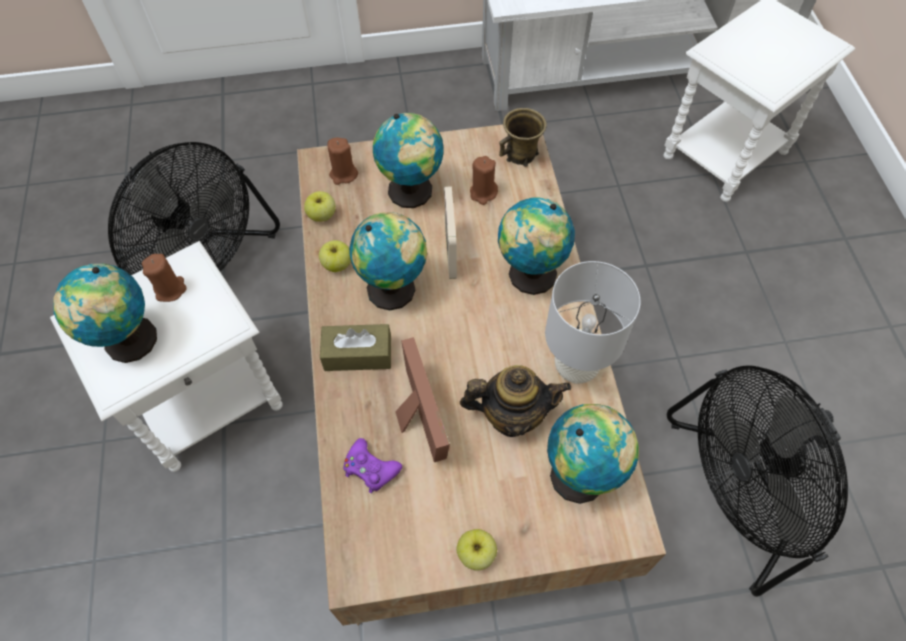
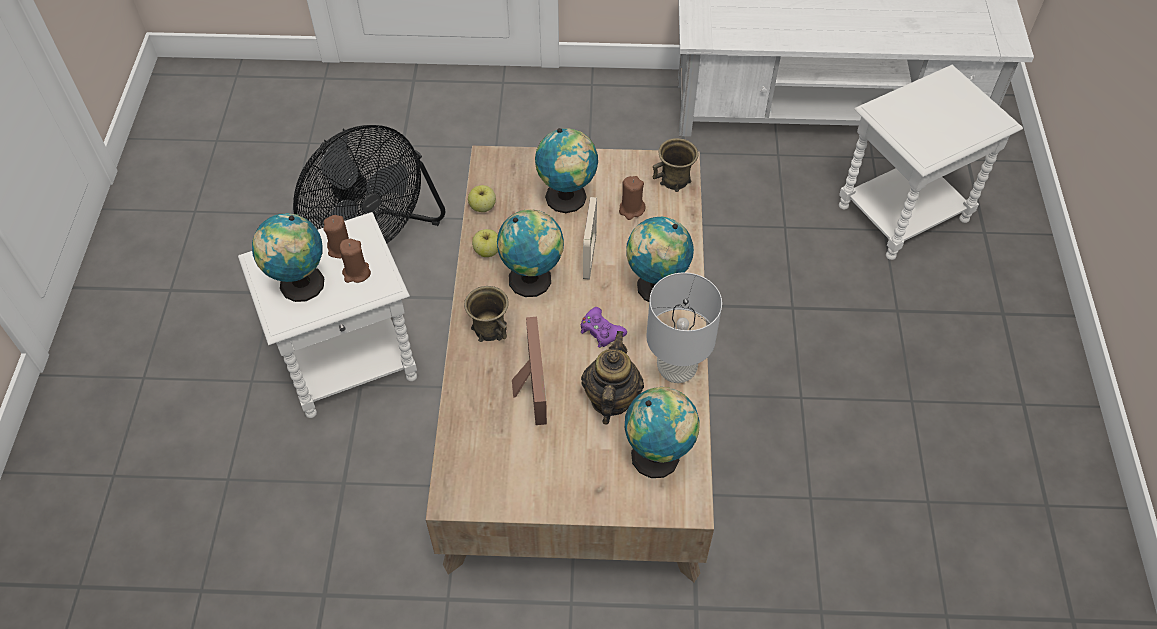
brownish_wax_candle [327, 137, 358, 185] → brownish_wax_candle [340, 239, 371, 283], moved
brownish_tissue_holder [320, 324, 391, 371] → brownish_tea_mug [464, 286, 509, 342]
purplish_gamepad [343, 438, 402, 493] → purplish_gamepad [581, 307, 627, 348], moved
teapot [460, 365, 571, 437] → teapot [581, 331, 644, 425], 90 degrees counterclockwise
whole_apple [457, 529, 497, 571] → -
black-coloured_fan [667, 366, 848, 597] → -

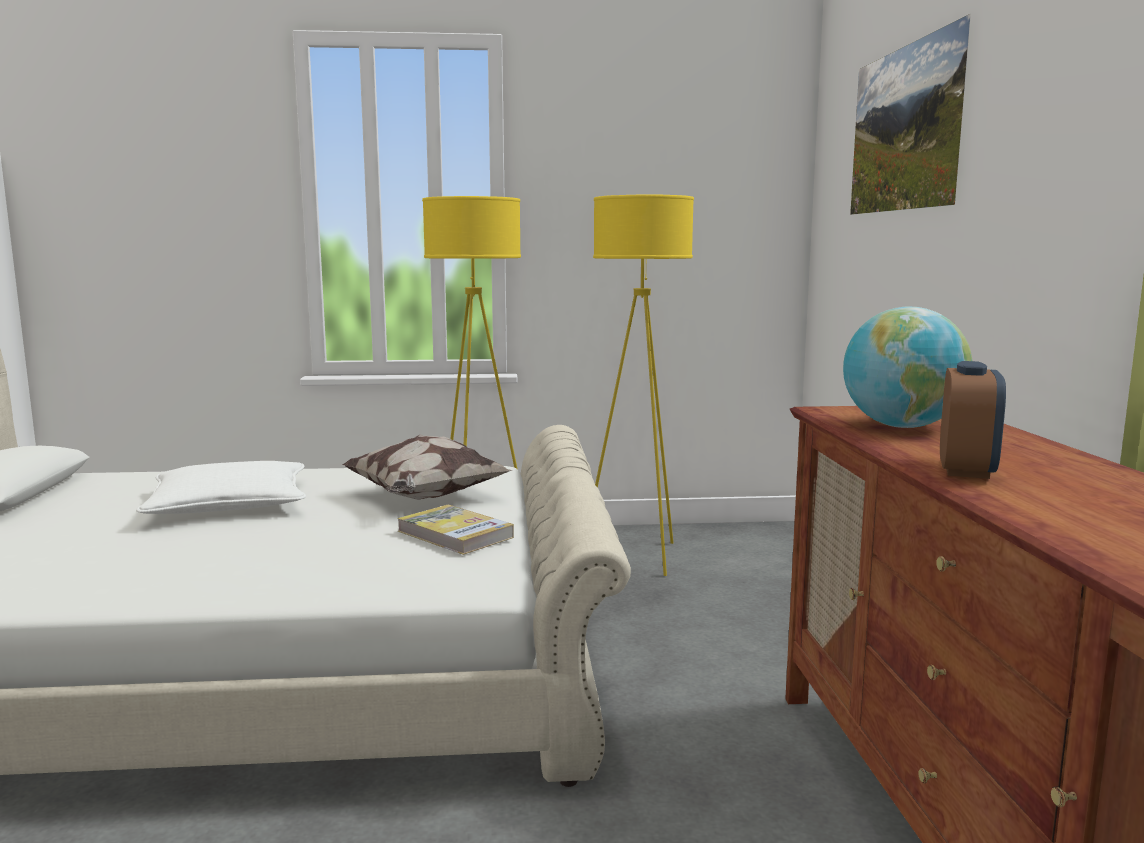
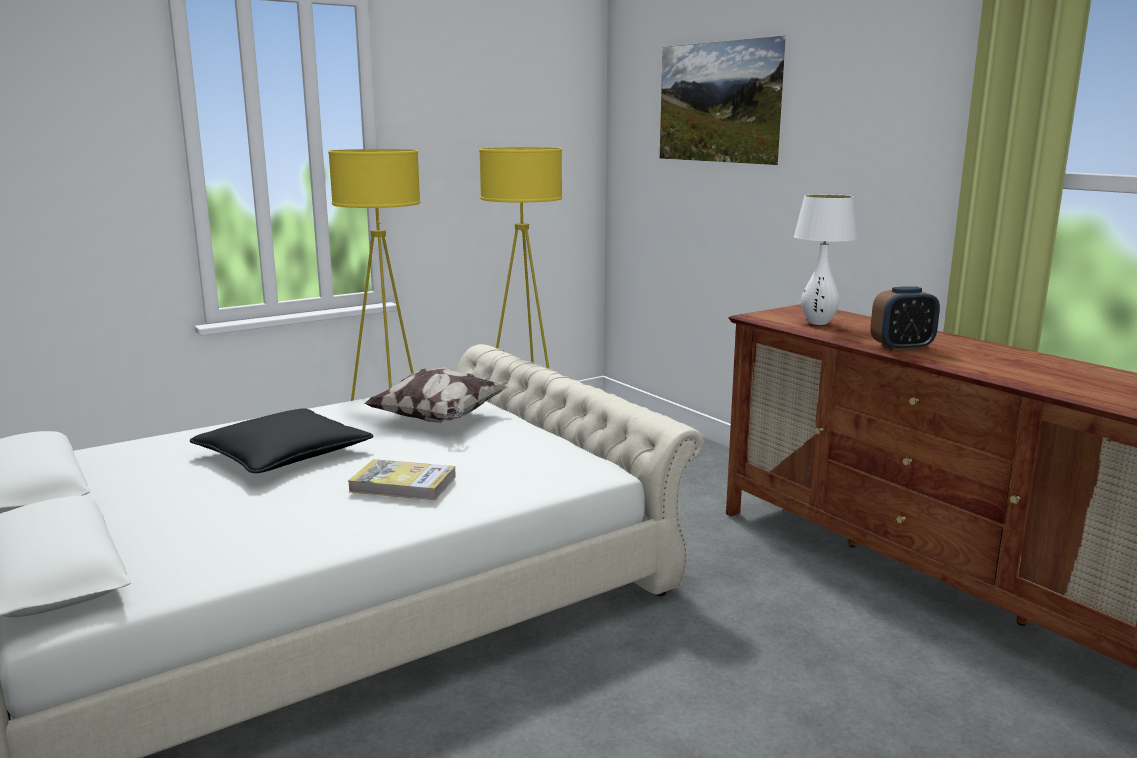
white-coloured_throw_pillow [136, 461, 306, 514] → black-coloured_throw_pillow [190, 408, 373, 473]
book [397, 505, 514, 555] → book [348, 459, 456, 500], moved
desk_globe [843, 307, 972, 428] → white-coloured_table_lamp [794, 194, 857, 325]
alarm_clock [940, 361, 1006, 479] → alarm_clock [871, 286, 940, 351], 90 degrees clockwise

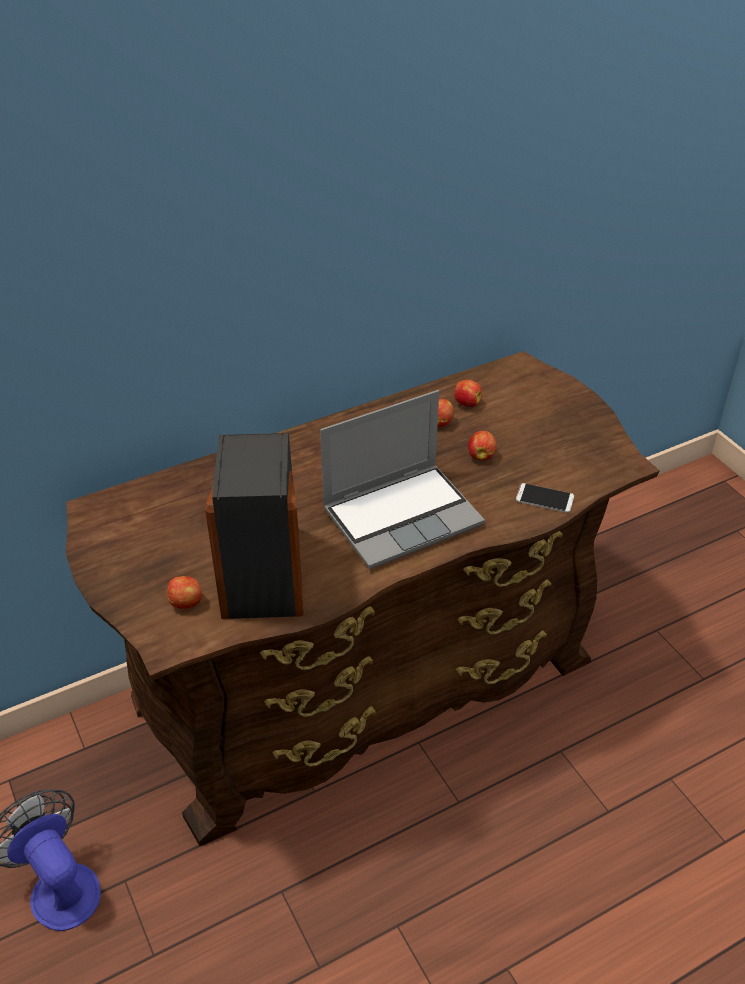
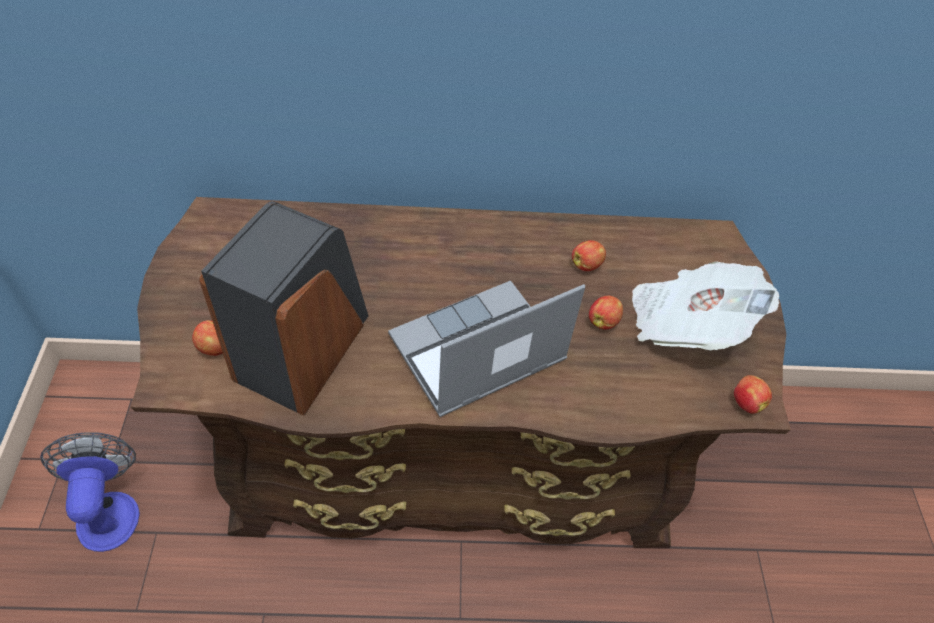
notebook_computer [320, 390, 485, 569] → notebook_computer [388, 280, 585, 417], 150 degrees clockwise
- → printed_paper [632, 262, 779, 350]
whole_apple [455, 380, 482, 407] → whole_apple [734, 375, 772, 414], moved
handset [516, 483, 574, 513] → -

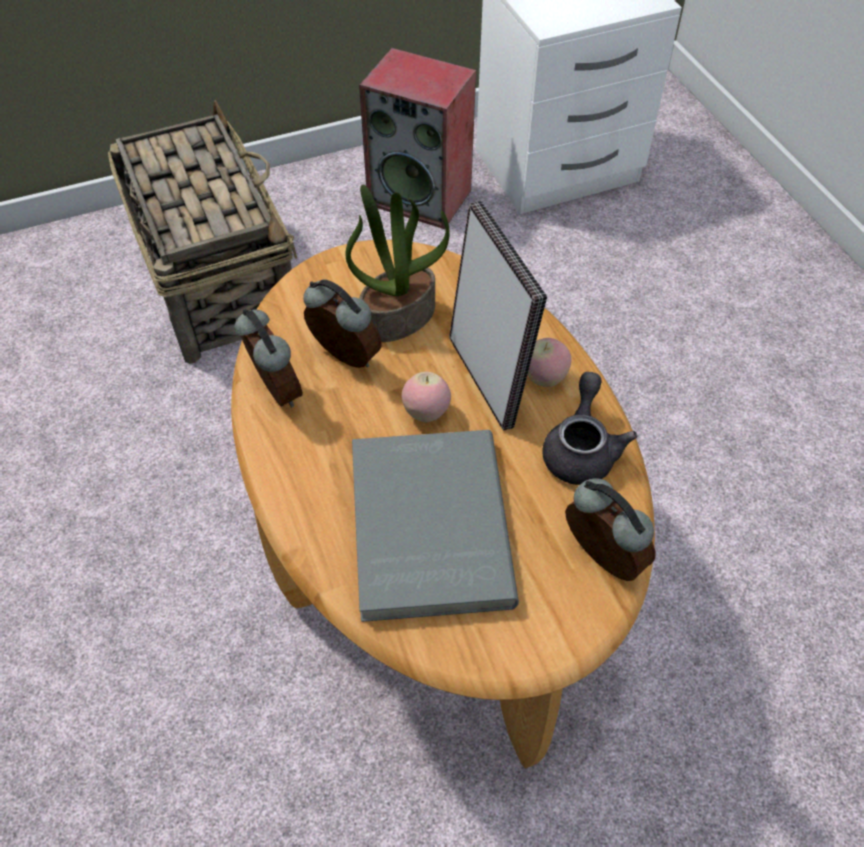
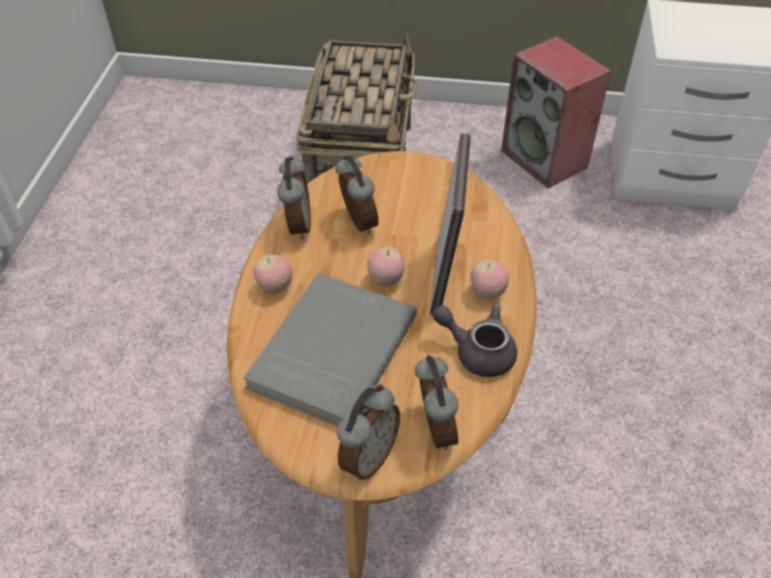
- → whole_apple [253, 255, 292, 294]
- → alarm_clock [337, 384, 400, 480]
grey_teapot [542, 372, 638, 485] → grey_teapot [432, 303, 517, 377], 105 degrees counterclockwise
houseplant [345, 185, 450, 342] → -

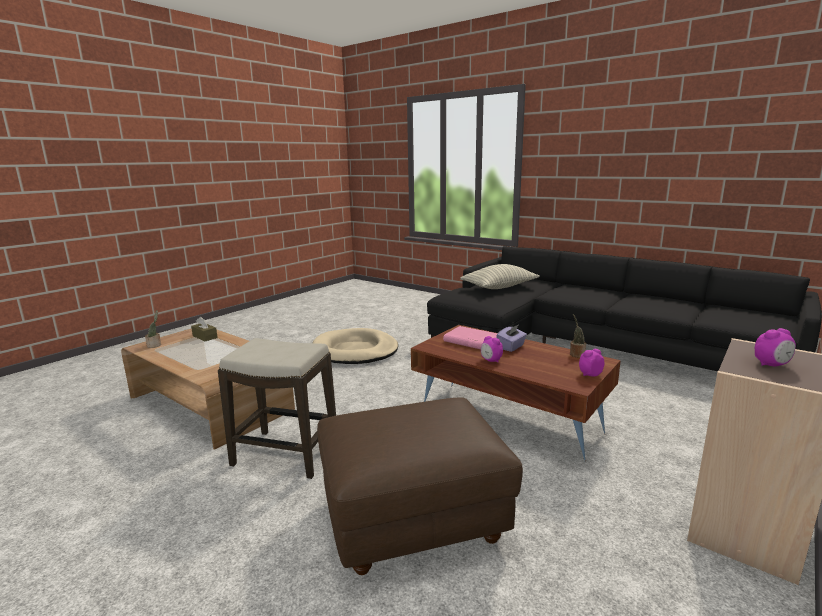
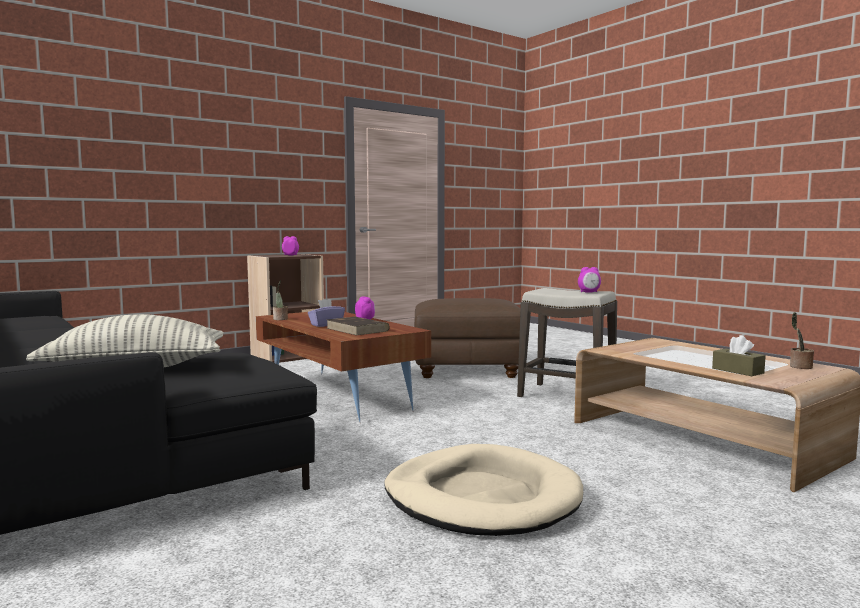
pink-coloured_book [443, 326, 498, 349] → brownish_book [327, 317, 390, 335]
alarm_clock [579, 349, 604, 376] → alarm_clock [578, 267, 601, 293], moved

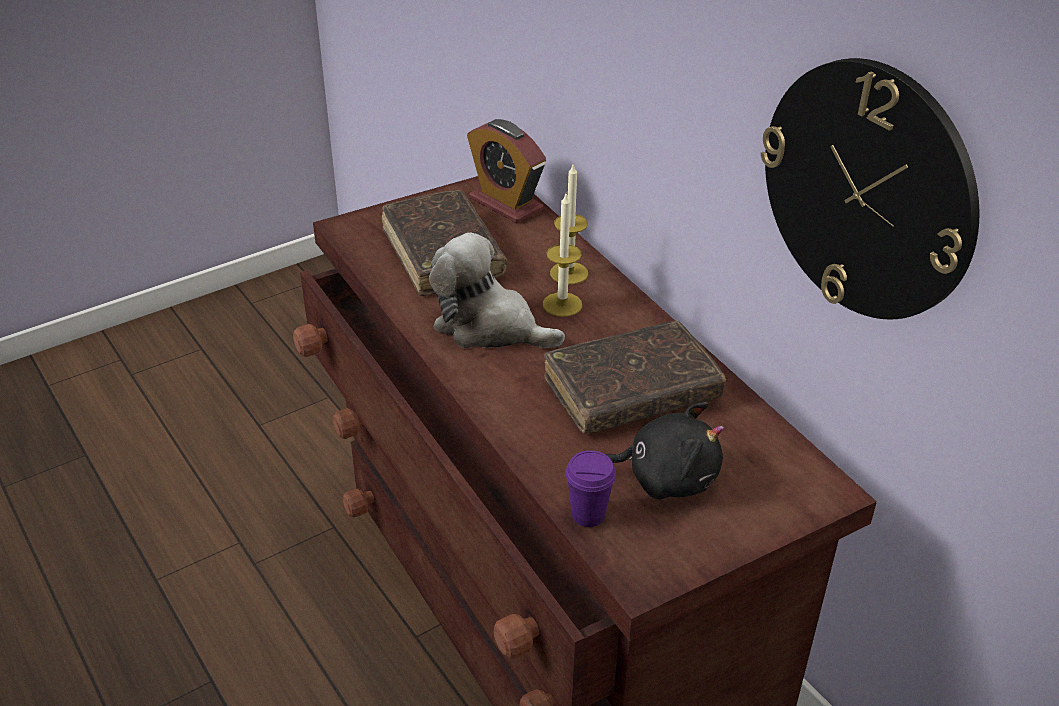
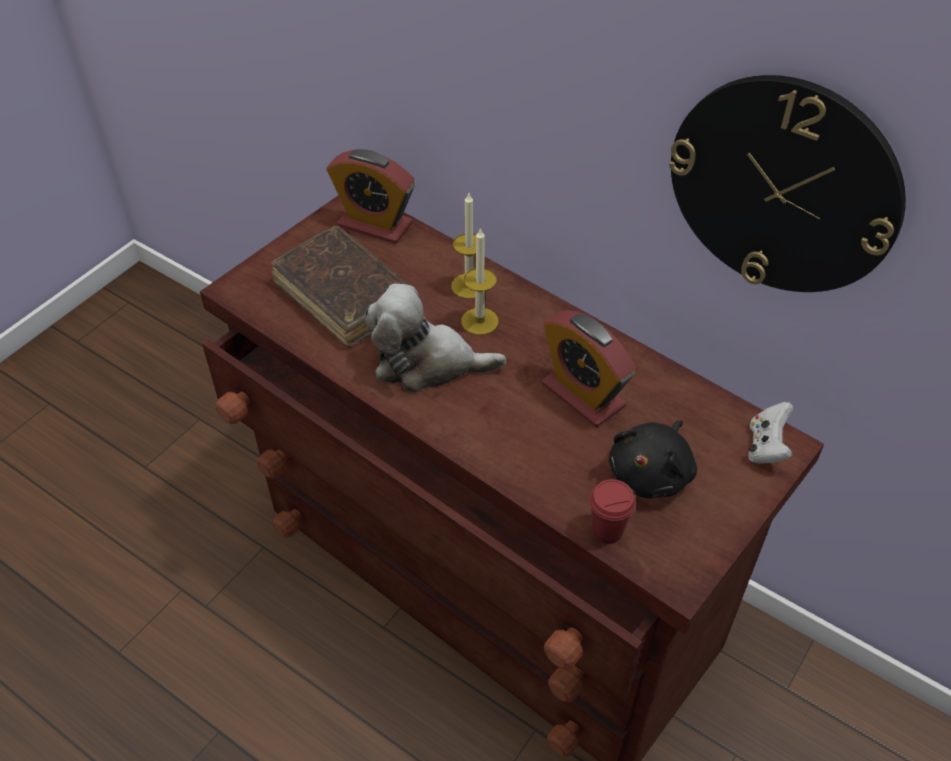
brownish_book [544, 321, 726, 434] → alarm_clock [542, 310, 636, 427]
purplish_drinking_cup [565, 450, 616, 527] → reddish_drinking_cup [590, 479, 636, 544]
black-coloured_plush_toy [605, 402, 724, 500] → black-coloured_plush_toy [609, 420, 697, 498], 135 degrees clockwise
- → white-coloured_gamepad [748, 402, 793, 464]

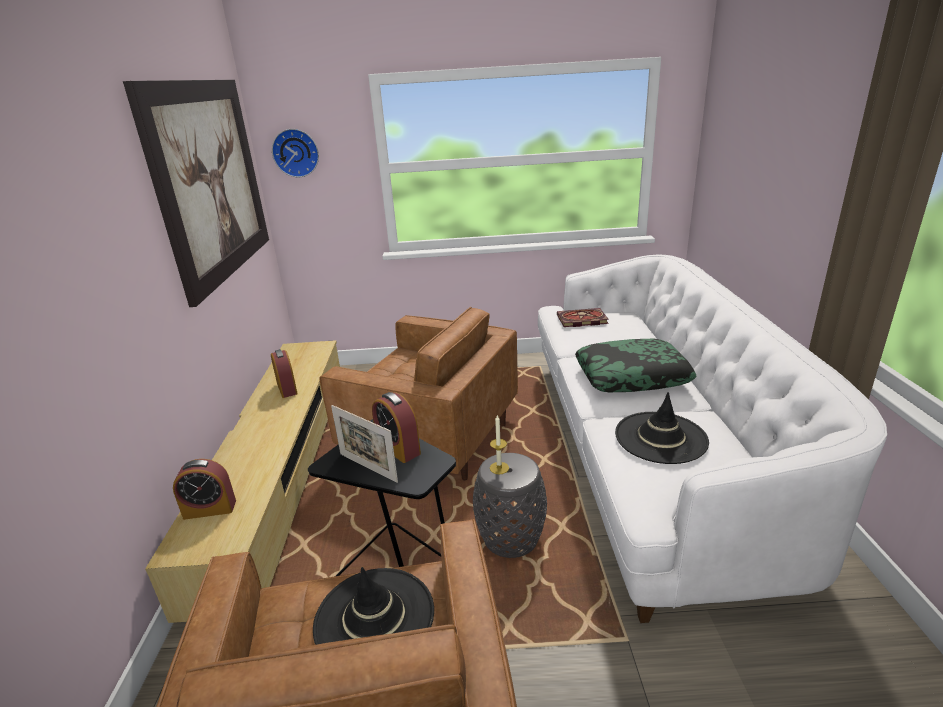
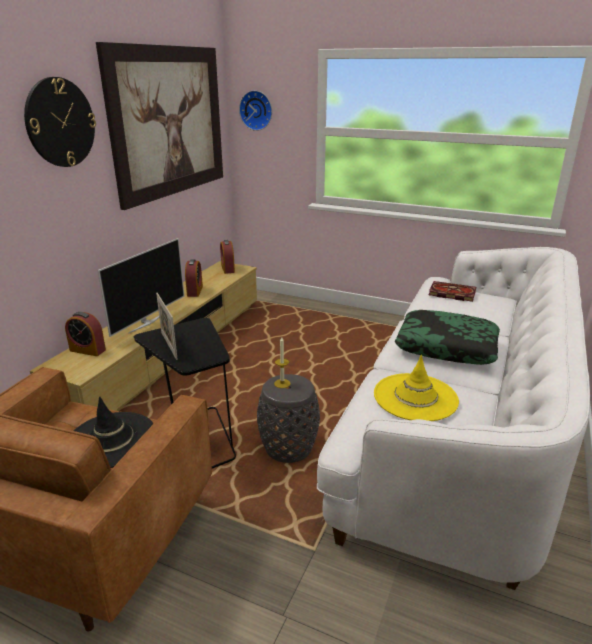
- → hanging_clock [24, 77, 96, 167]
- → television [97, 238, 184, 337]
alarm_clock [372, 392, 421, 463] → alarm_clock [220, 240, 235, 274], moved
black-coloured_clothing_hat [615, 392, 709, 464] → yellow-coloured_clothing_hat [374, 355, 459, 421]
brownish_lounge_chair [320, 307, 518, 480] → -

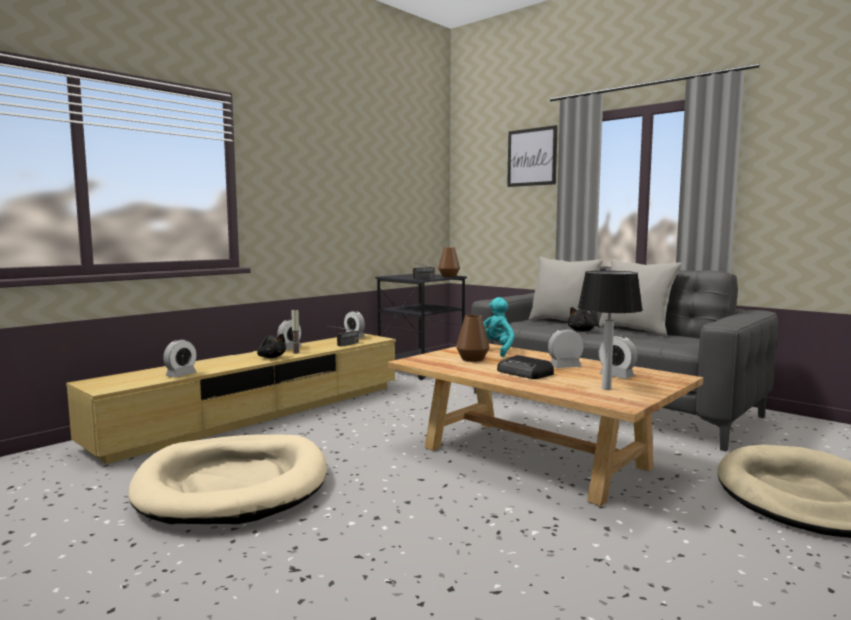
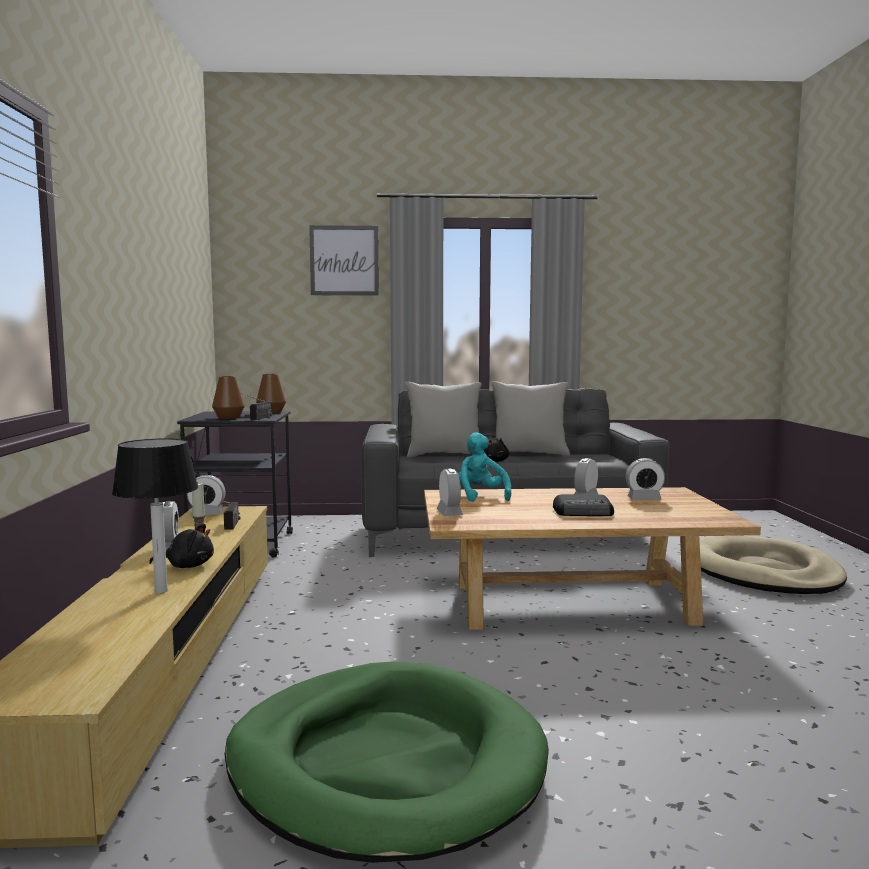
table_lamp [578, 271, 643, 390] → table_lamp [112, 438, 198, 594], moved
brownish_vase [456, 315, 490, 362] → brownish_vase [212, 376, 245, 419], moved
beige-coloured_pet_bed [128, 434, 327, 524] → green-coloured_pet_bed [225, 661, 549, 863]
alarm_clock [163, 340, 197, 378] → alarm_clock [436, 469, 463, 516], moved

